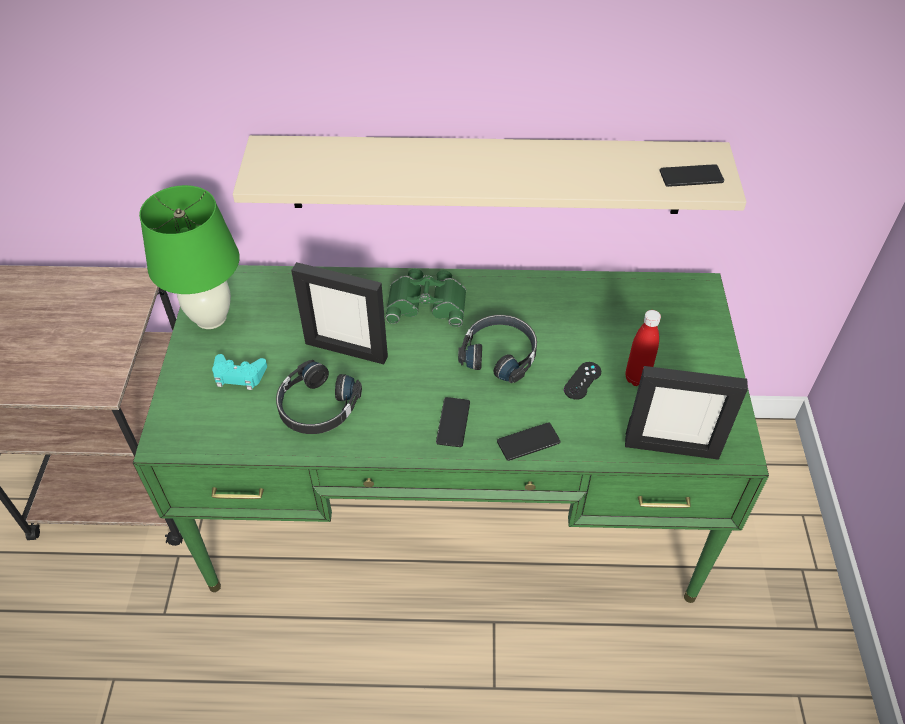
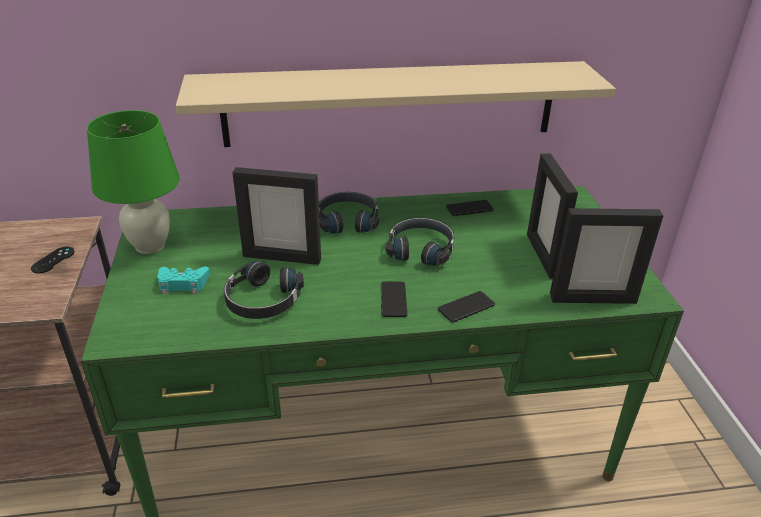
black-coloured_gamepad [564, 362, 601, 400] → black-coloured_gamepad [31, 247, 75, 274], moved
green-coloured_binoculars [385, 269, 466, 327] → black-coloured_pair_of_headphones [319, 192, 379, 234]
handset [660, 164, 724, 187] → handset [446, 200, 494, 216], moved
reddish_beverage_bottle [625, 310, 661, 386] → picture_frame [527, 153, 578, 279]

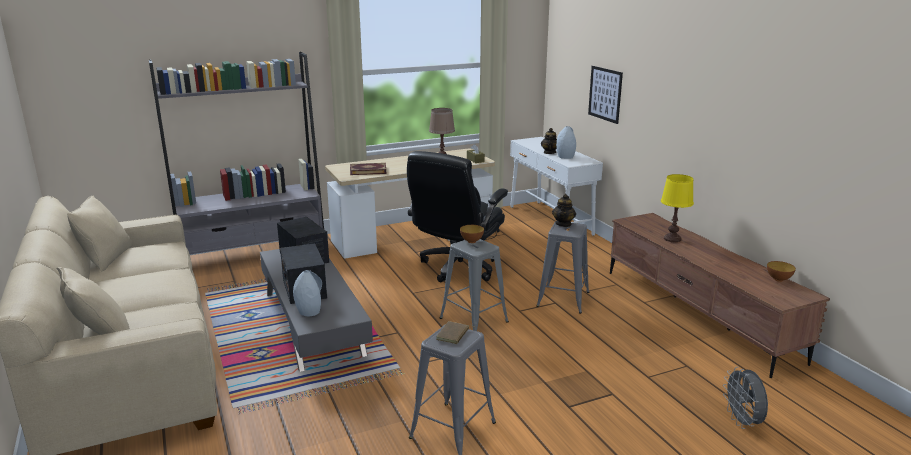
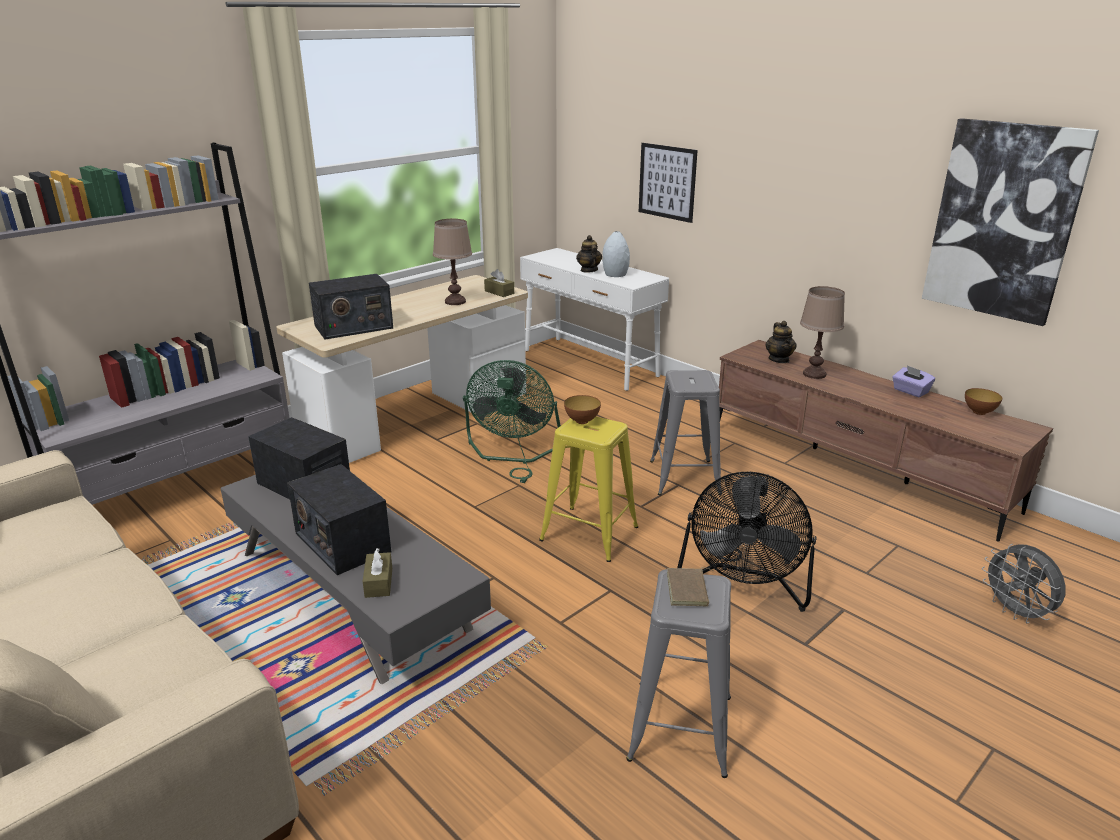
book [350, 163, 387, 175] → radio_set [309, 274, 393, 339]
grey_vase [293, 270, 322, 316] → brownish_tissue_holder [363, 548, 392, 598]
black-coloured_desk_chair [407, 151, 508, 282] → green-coloured_fan [463, 360, 561, 483]
grey_sitting_stool [440, 239, 509, 331] → yellow-coloured_sitting_stool [539, 417, 638, 562]
- → black-coloured_fan [677, 471, 816, 612]
teapot [552, 194, 576, 227] → teapot [765, 321, 797, 363], moved
yellow-coloured_table_lamp [661, 174, 694, 242] → brownish_table_lamp [800, 286, 845, 379]
- → purplish_tissue_holder [892, 365, 935, 397]
- → wall_picture [922, 118, 1099, 326]

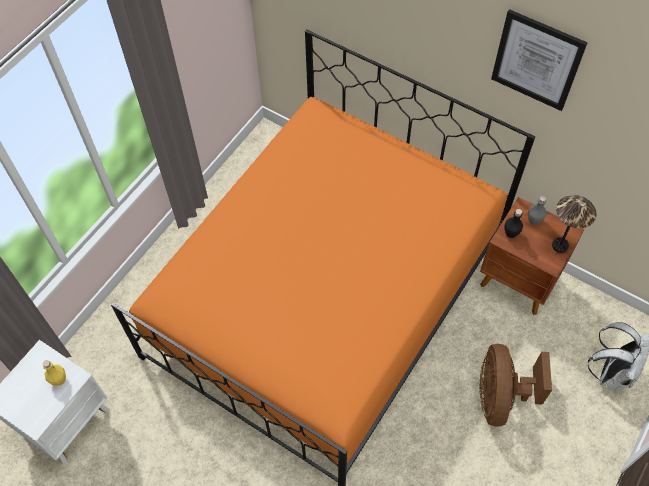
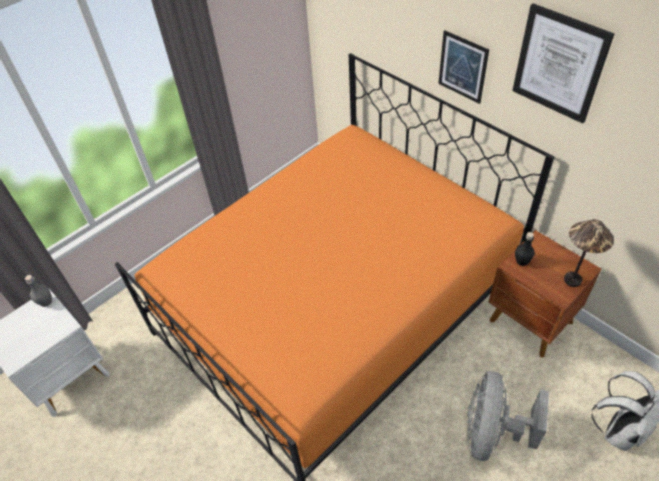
grey_beverage_bottle [528, 196, 547, 225] → grey_beverage_bottle [25, 275, 52, 307], moved
- → wall_picture [438, 30, 489, 104]
brownish_fan [479, 344, 552, 427] → grey_fan [467, 371, 549, 461]
yellow-coloured_beverage_bottle [42, 360, 66, 386] → -

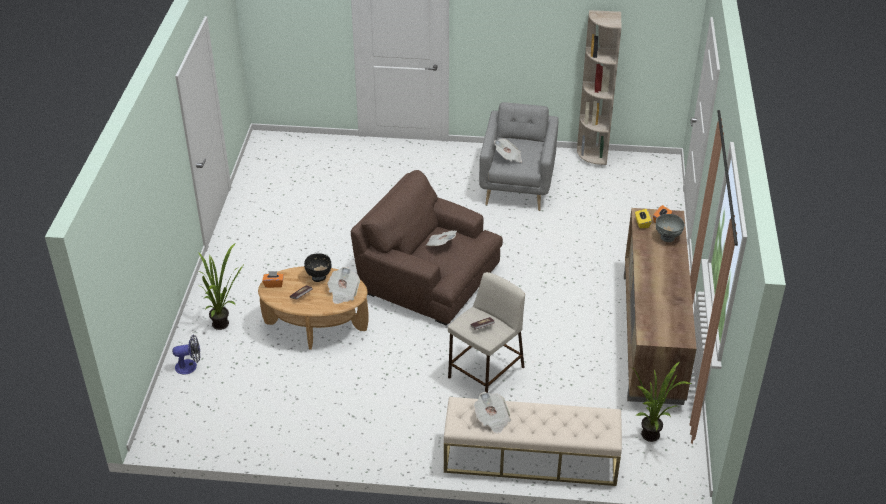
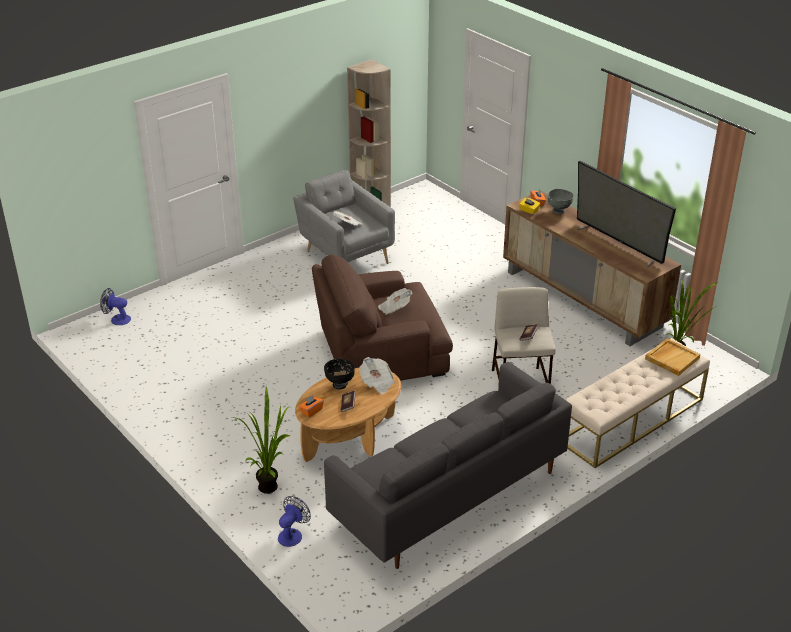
- → fan [100, 288, 131, 325]
- → grey_couch [324, 362, 572, 569]
- → television [577, 161, 676, 267]
- → beige-coloured_serving_tray [645, 338, 700, 376]
printed_paper [474, 392, 511, 434] → -

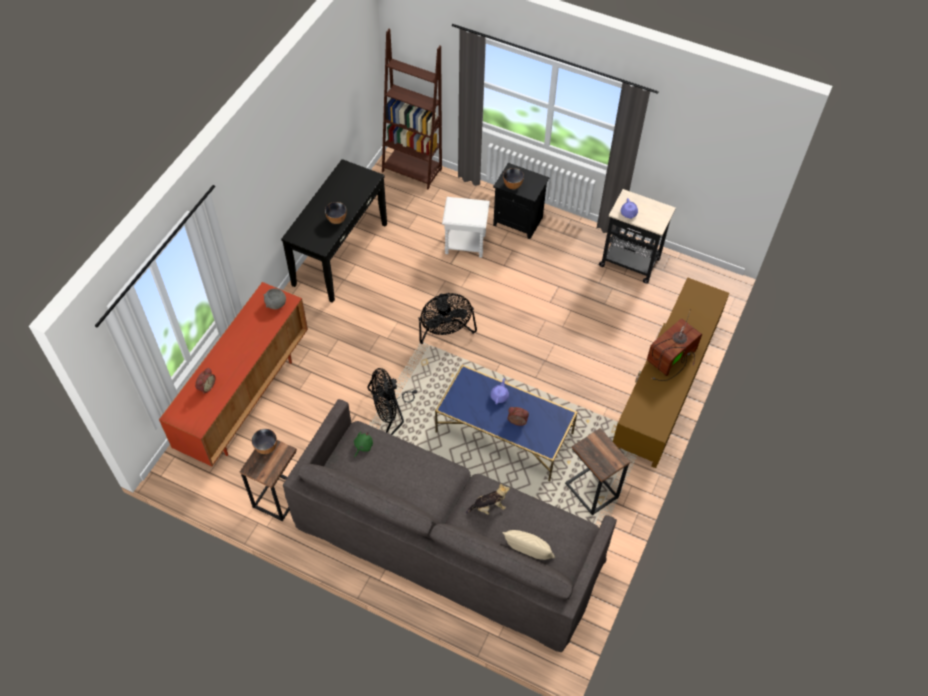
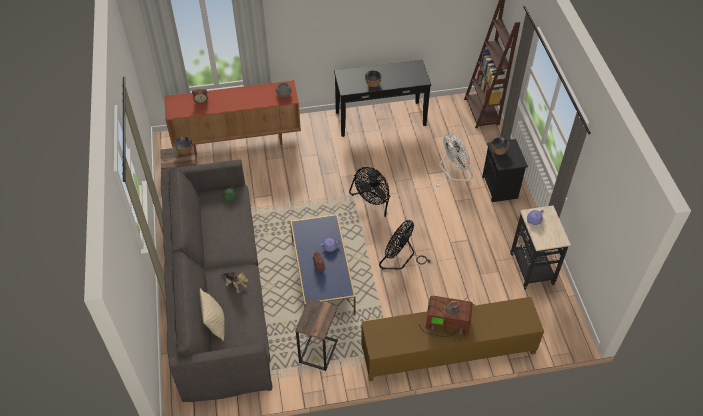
black-coloured_fan [367, 368, 417, 435] → black-coloured_fan [379, 220, 431, 270], moved
white-coloured_accent_table [442, 197, 490, 258] → white-coloured_fan [436, 133, 473, 187]

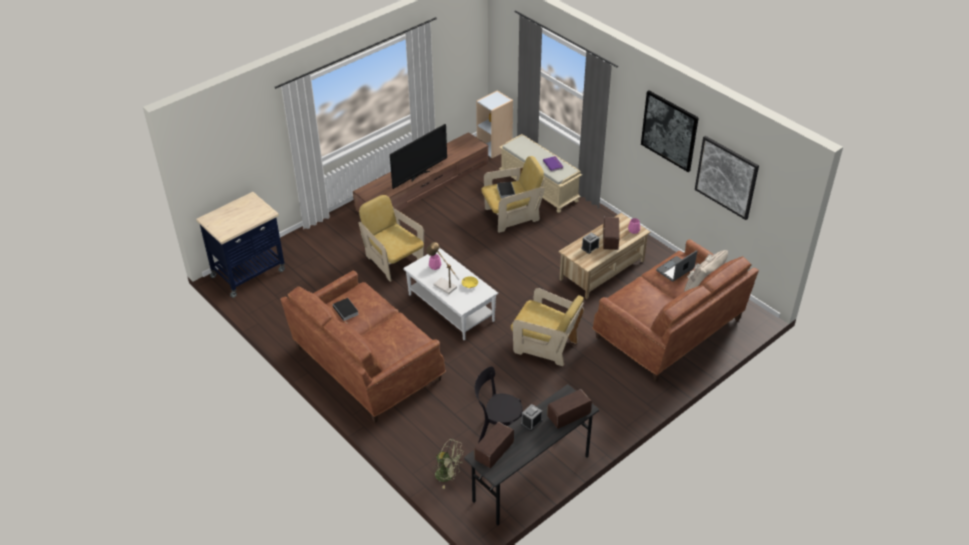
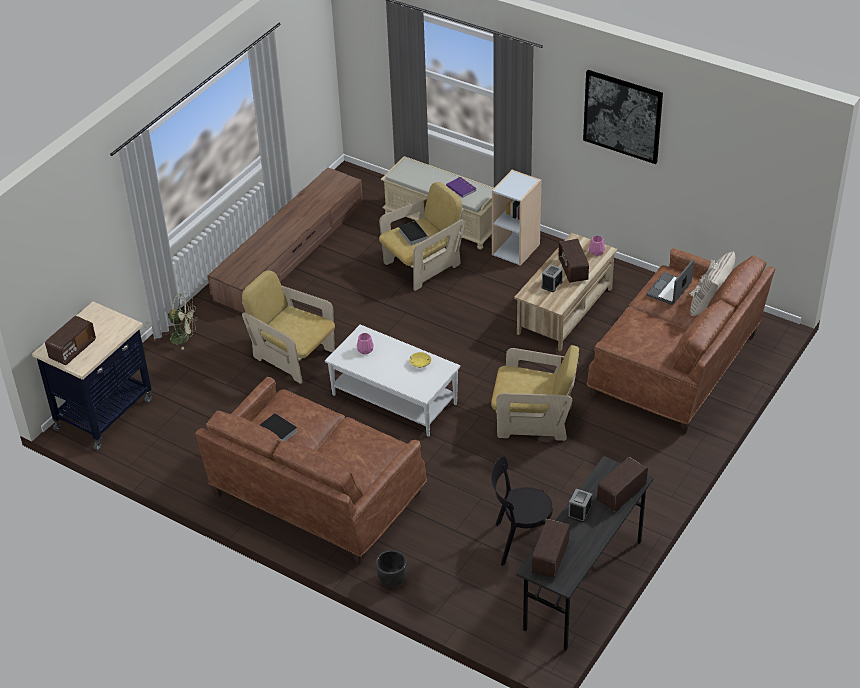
- → radio_set [45, 316, 96, 365]
green-coloured_fan [433, 439, 464, 489] → green-coloured_fan [166, 293, 198, 350], moved
- → black-coloured_planter [375, 550, 407, 587]
shelving_unit [476, 91, 513, 158] → shelving_unit [492, 170, 541, 266], moved
television [390, 124, 447, 189] → -
table_lamp [426, 242, 459, 294] → -
wall_picture [695, 136, 759, 220] → -

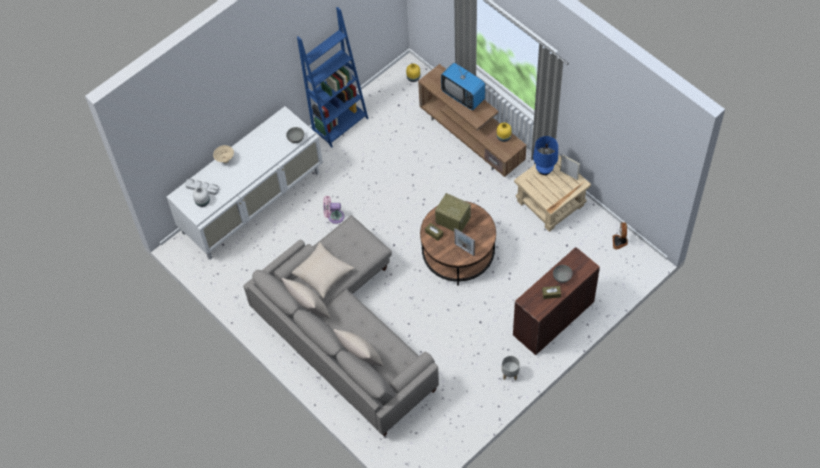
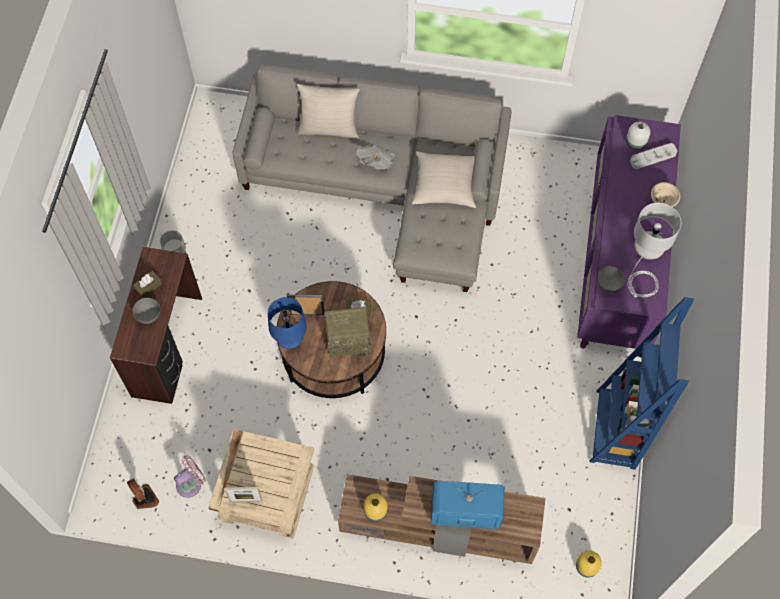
pink-coloured_fan [323, 196, 344, 224] → pink-coloured_fan [174, 455, 206, 498], moved
blue-coloured_table_lamp [533, 136, 558, 175] → blue-coloured_table_lamp [268, 297, 307, 349], moved
- → printed_paper [356, 145, 395, 169]
white-coloured_cupboard [167, 106, 323, 260] → purplish_cupboard [577, 115, 681, 358]
- → grey_table_lamp [627, 203, 681, 298]
beige-coloured_throw_pillow [282, 278, 330, 318] → -

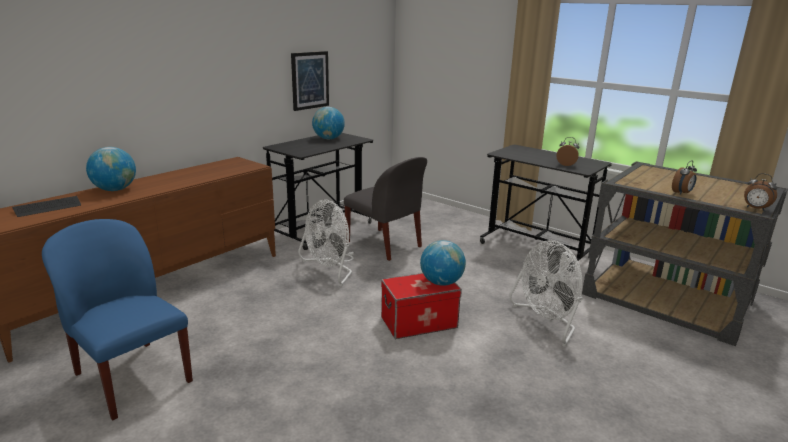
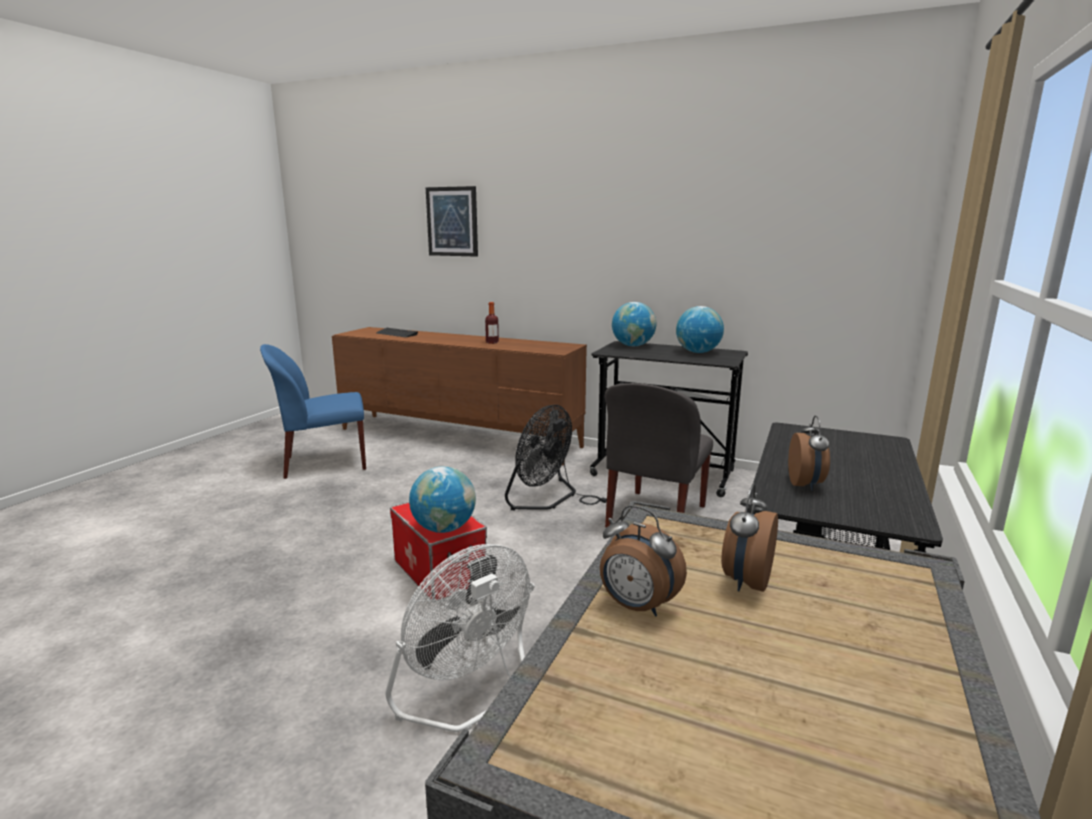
blue-coloured_plain_chair [42, 219, 193, 420] → blue-coloured_plain_chair [260, 344, 366, 479], 135 degrees counterclockwise
wall_picture [291, 51, 329, 111] → wall_picture [426, 186, 478, 257], moved
- → beverage_bottle [485, 302, 499, 344]
white-coloured_fan [298, 200, 354, 287] → black-coloured_fan [505, 405, 607, 511]
desk_globe [86, 147, 136, 191] → desk_globe [612, 302, 656, 346], moved
alarm_clock [744, 173, 777, 211] → alarm_clock [721, 483, 778, 592], moved

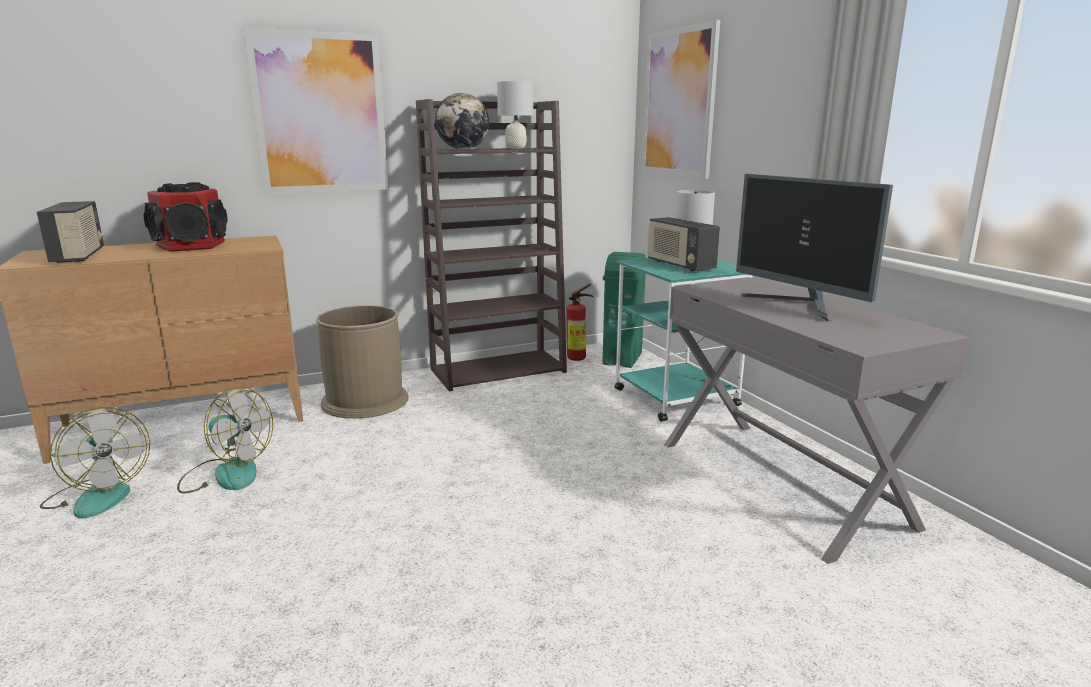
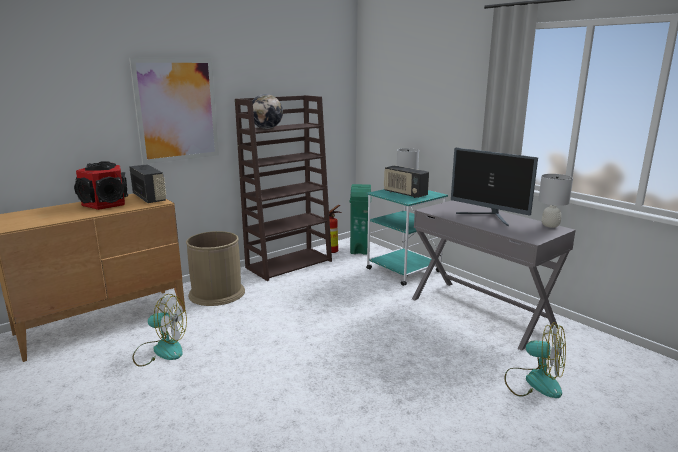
radio_set [37, 201, 105, 263] → radio_set [129, 164, 166, 203], moved
fan [40, 407, 151, 519] → fan [504, 322, 566, 398], moved
grey_table_lamp [497, 81, 533, 149] → grey_table_lamp [538, 174, 573, 228], moved
wall_picture [642, 20, 720, 179] → -

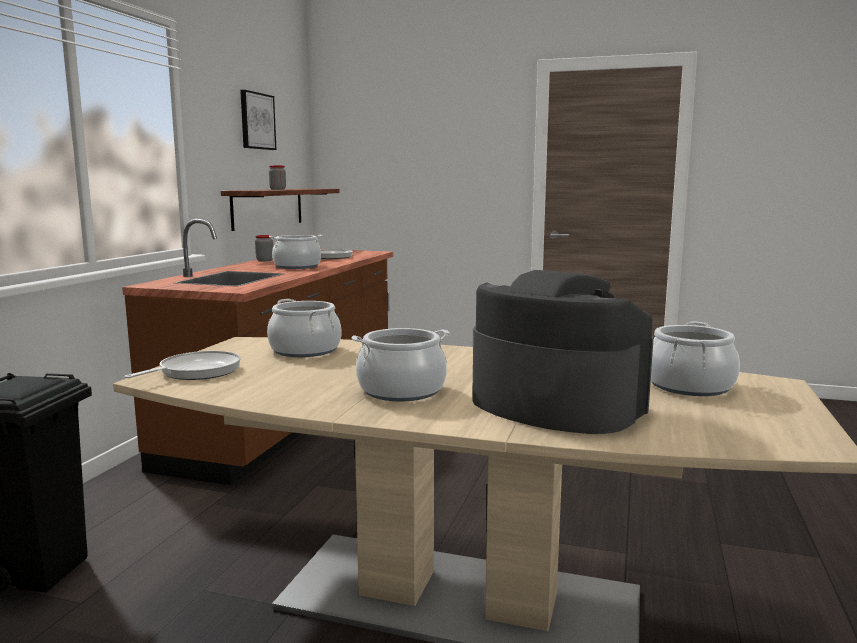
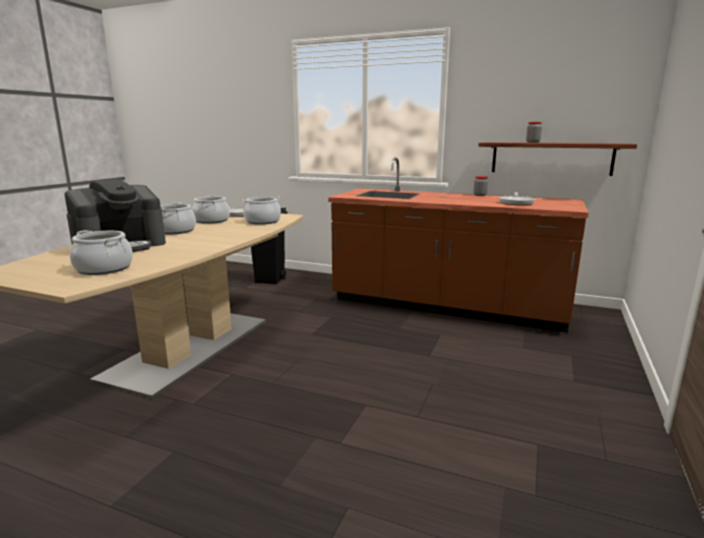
cooking_pot [269, 235, 323, 269] → cooking_pot [192, 195, 230, 224], moved
wall_picture [240, 90, 276, 150] → -

